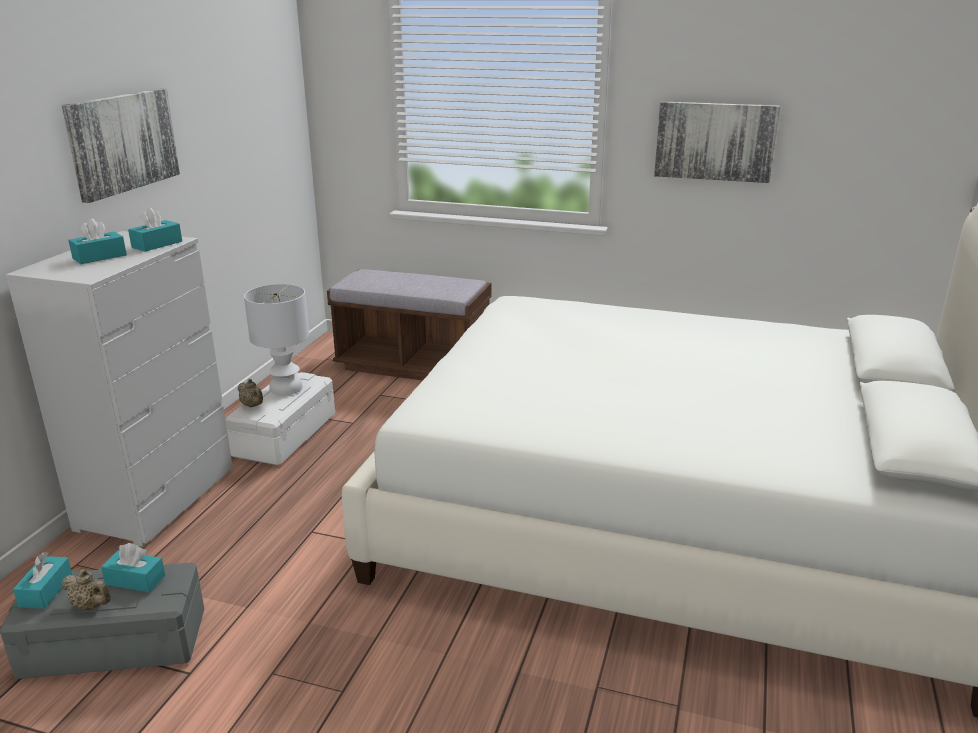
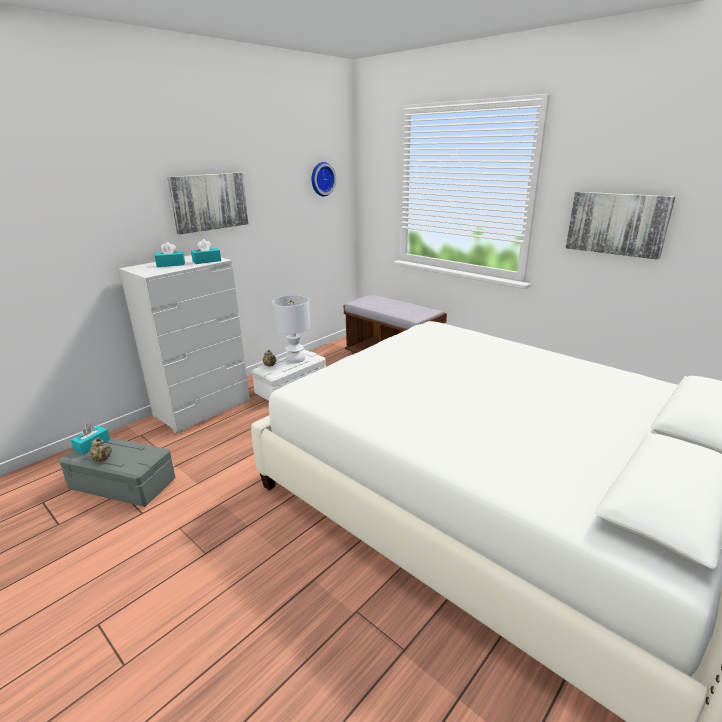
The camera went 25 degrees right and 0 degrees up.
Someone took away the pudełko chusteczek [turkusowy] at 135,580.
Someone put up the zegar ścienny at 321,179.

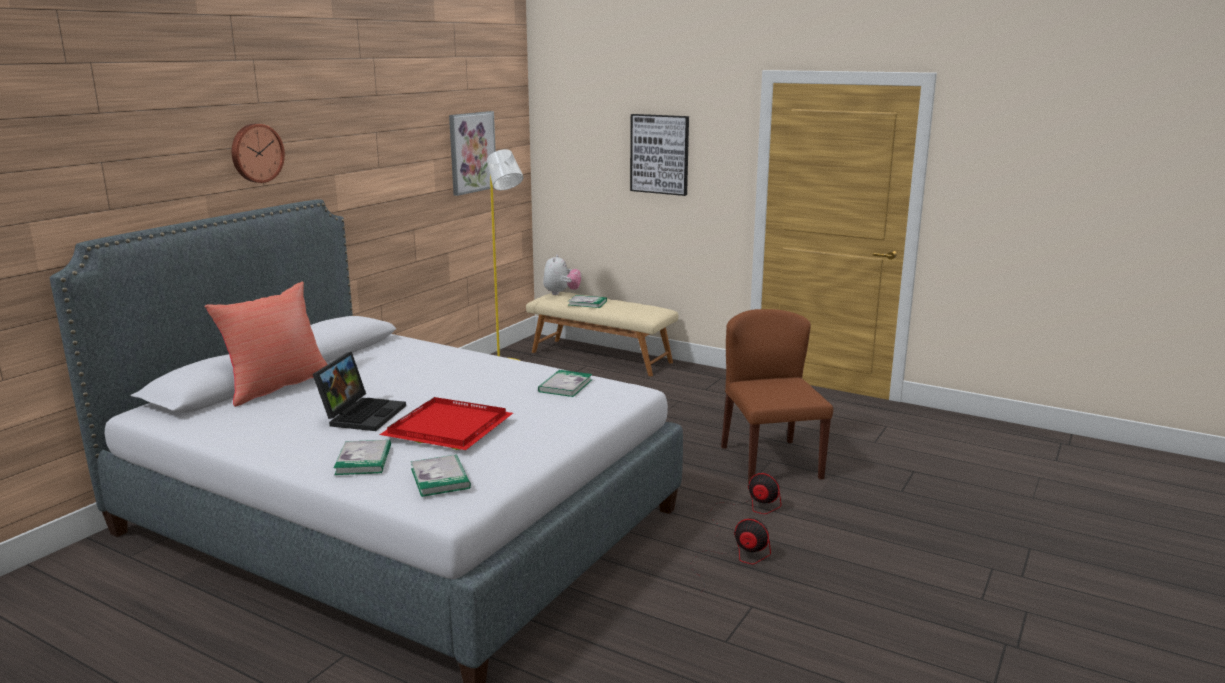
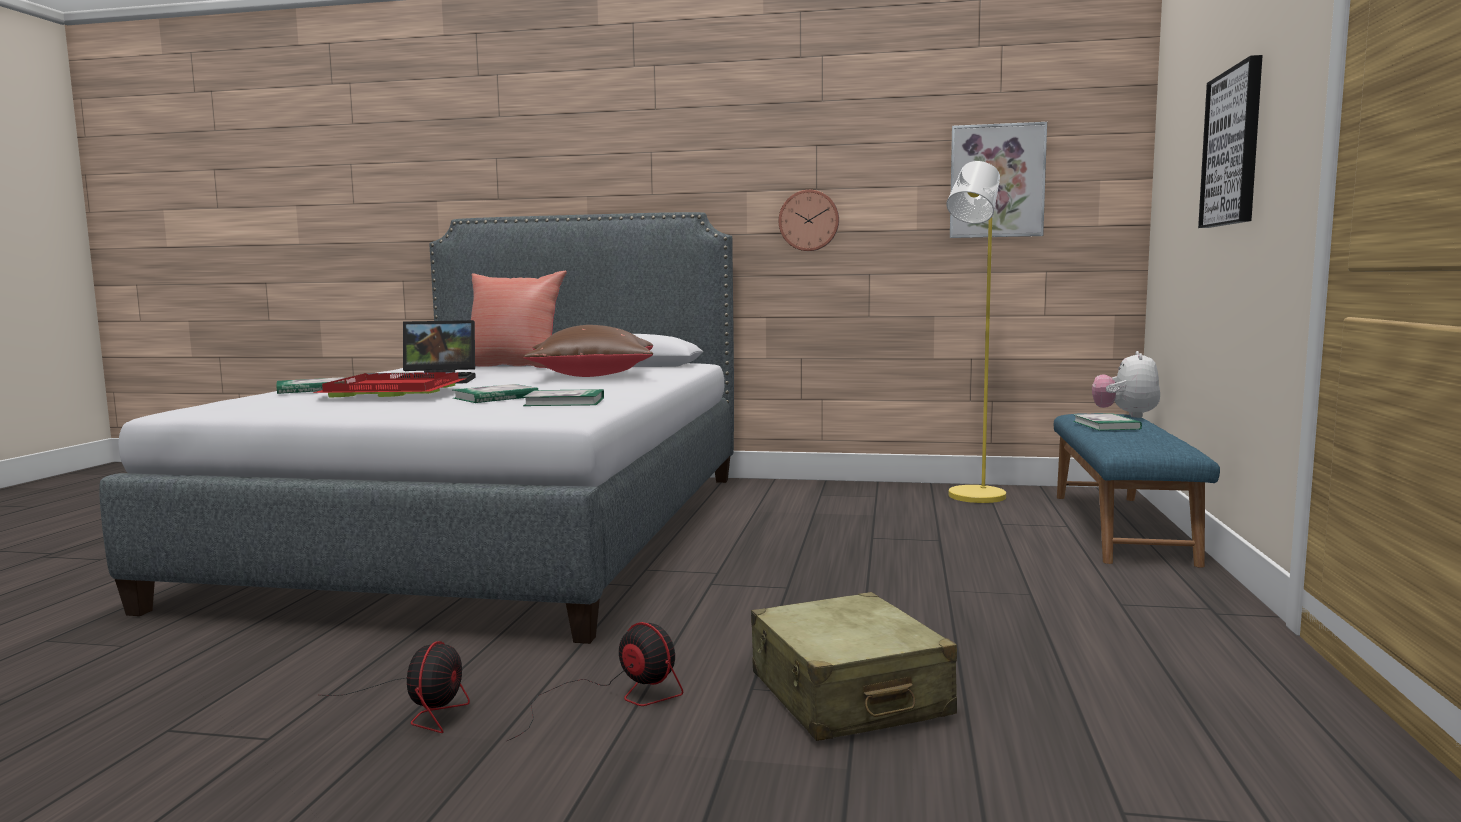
The camera went 70 degrees right and 10 degrees down.
Someone carried the zegar ścienny from 256,153 to 809,220.
Someone carried the książka from 440,478 to 495,397.
Someone repainted the ławka [beżowy] at 601,357, which became the ławka [niebieski] at 1122,527.
Someone rotated the pluszak at 561,293 by 120 degrees clockwise.
Someone rotated the wentylator at 747,511 by 60 degrees counterclockwise.
Someone swapped the krzesło [brązowy] at 770,462 for the walizka [beżowy] at 847,695.
Someone put down the poduszka [brązowy] at 592,376.

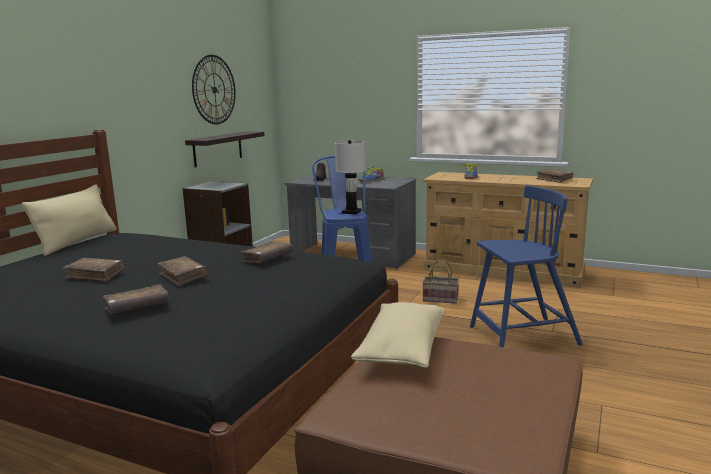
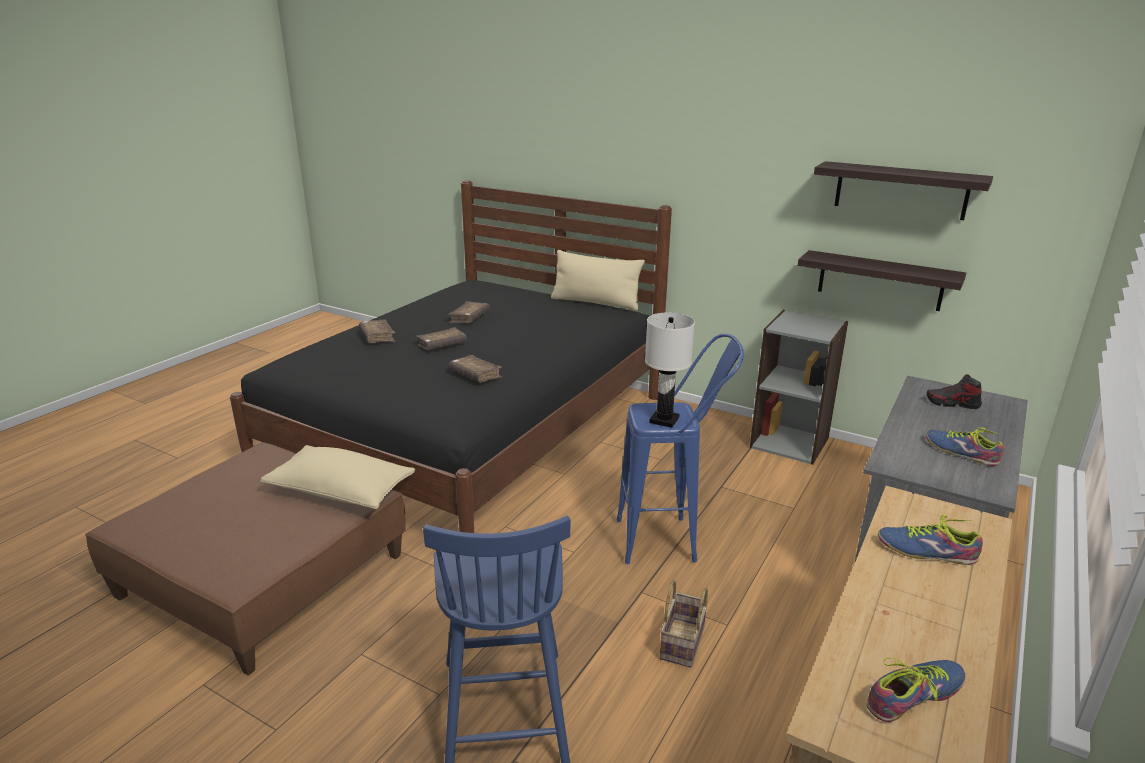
The camera went 95 degrees right and 10 degrees up.
Someone swapped the zegar ścienny at 214,90 for the półka at 901,190.
Someone swapped the książka [brązowy] at 554,180 for the but at 913,695.

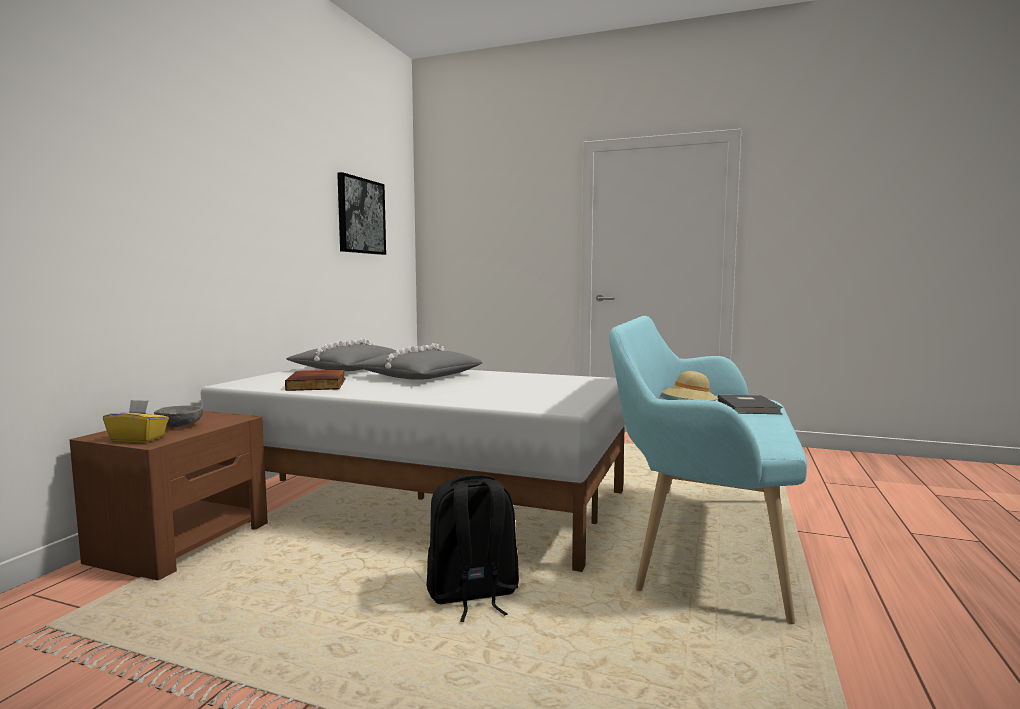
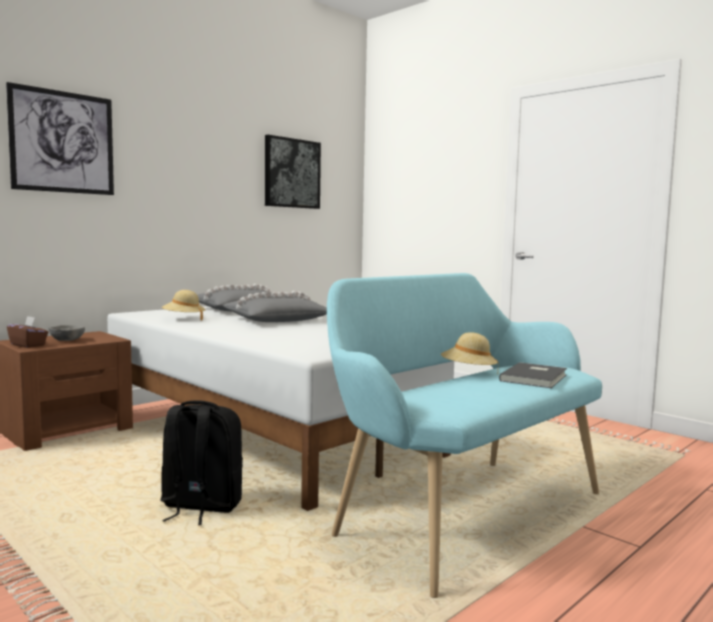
The camera went 25 degrees right and 0 degrees up.
Someone repainted the pudełko chusteczek [żółty] at 138,439, which became the pudełko chusteczek [brązowy] at 28,345.
Someone swapped the książka at 318,384 for the kapelusz [beżowy] at 183,319.
Someone put up the obraz at 63,142.

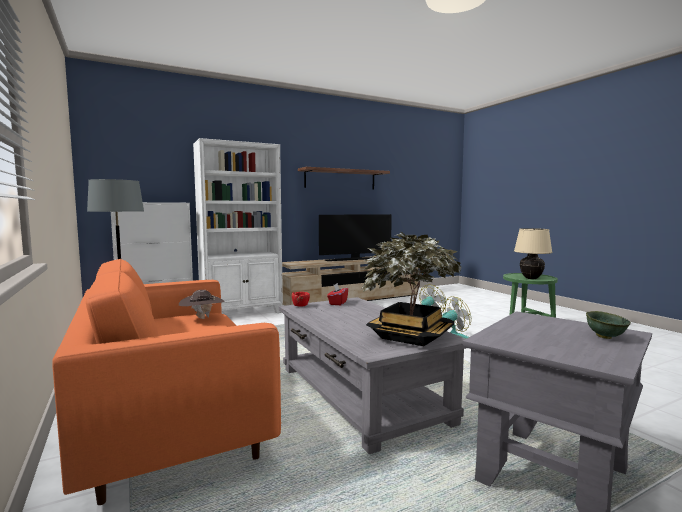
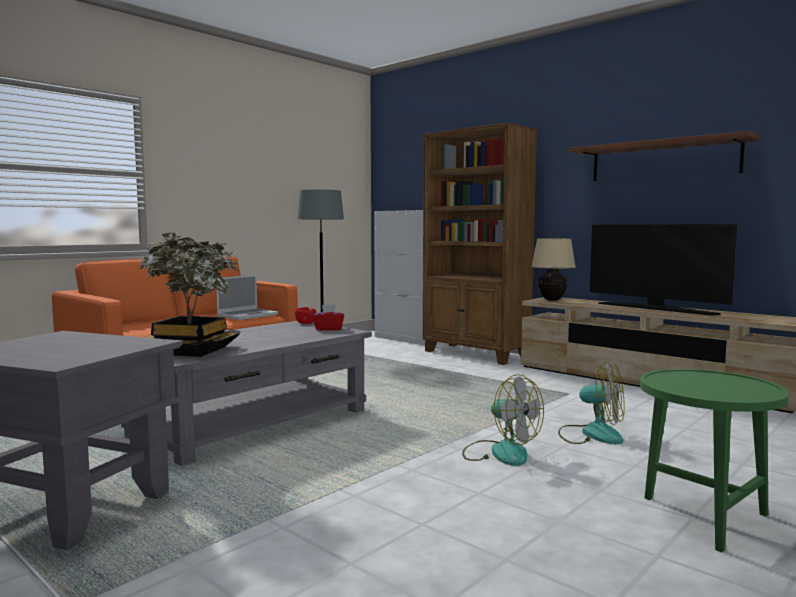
The camera went 70 degrees right and 0 degrees up.
Someone swapped the kapelusz [brązowy] at 202,319 for the laptop at 247,315.
Someone repainted the regał [biały] at 242,313, which became the regał [brązowy] at 476,354.
Someone carried the lampa stołowa [beżowy] from 531,278 to 552,300.
Someone took away the miska [zielony] at 605,337.

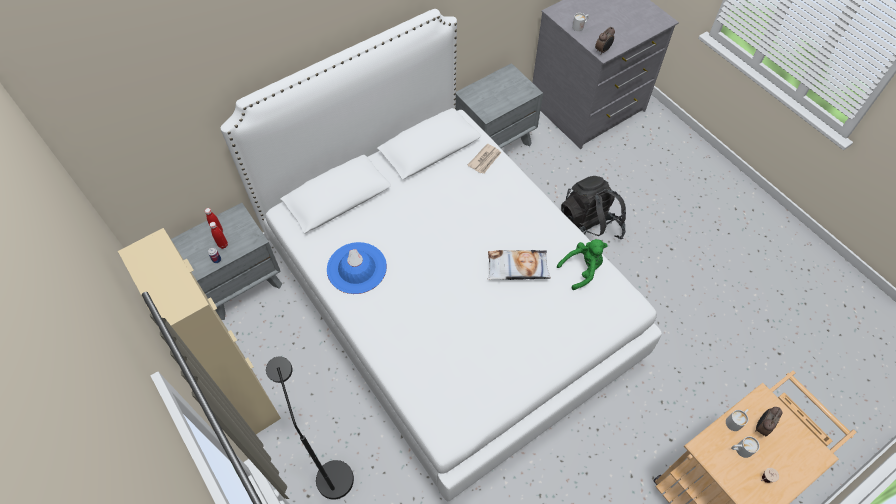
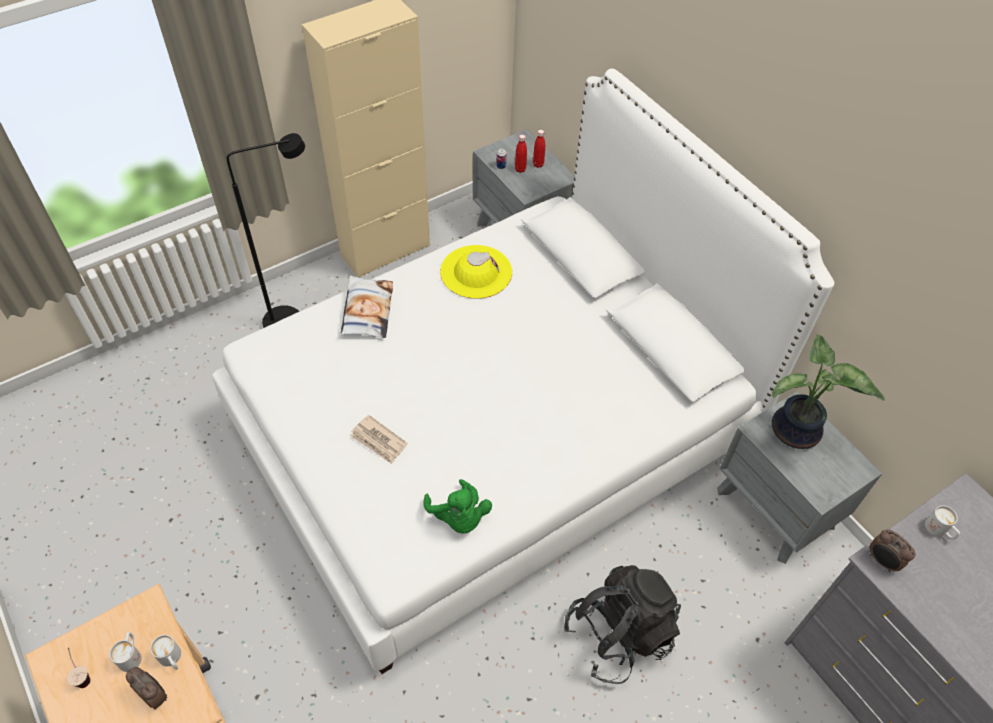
The camera went 90 degrees right and 5 degrees down.
Someone repainted the kapelusz [niebieski] at 356,268, which became the kapelusz [żółty] at 476,272.
Someone carried the gazeta from 485,160 to 379,441.
Someone carried the poduszka from 517,268 to 367,311.
Someone put down the roślina doniczkowa at 795,433.

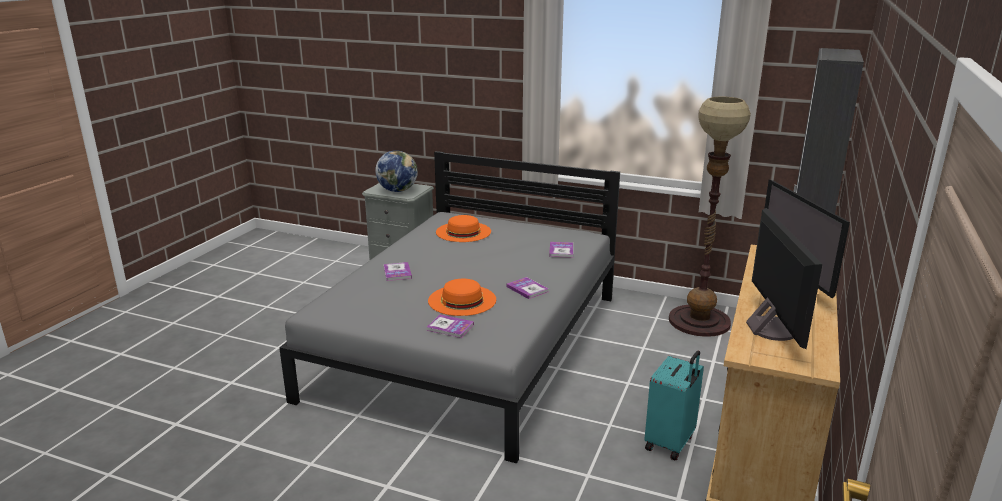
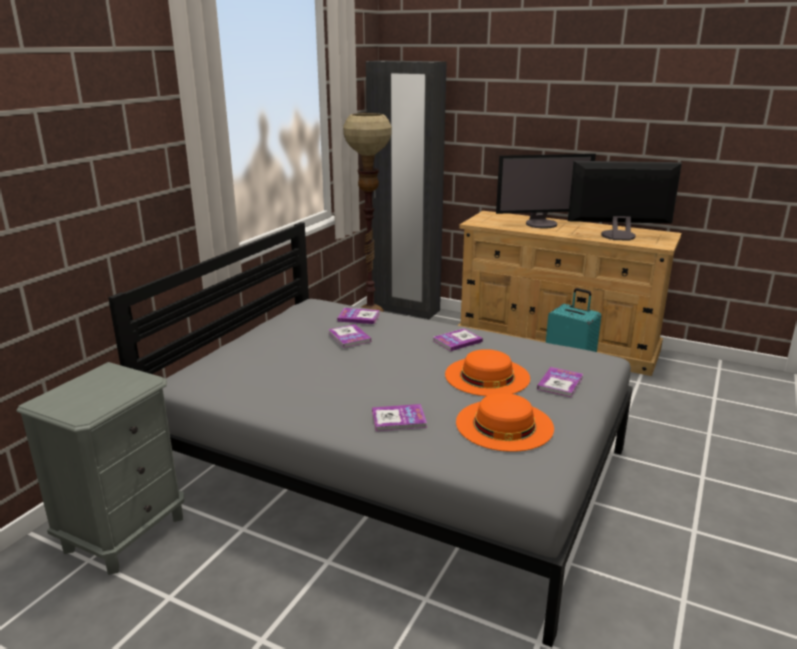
The camera went 85 degrees left and 0 degrees up.
Someone took away the globus at 397,190.
Someone carried the kapelusz [pomarańczowy] from 463,232 to 504,424.
Someone put down the książka at 349,337.

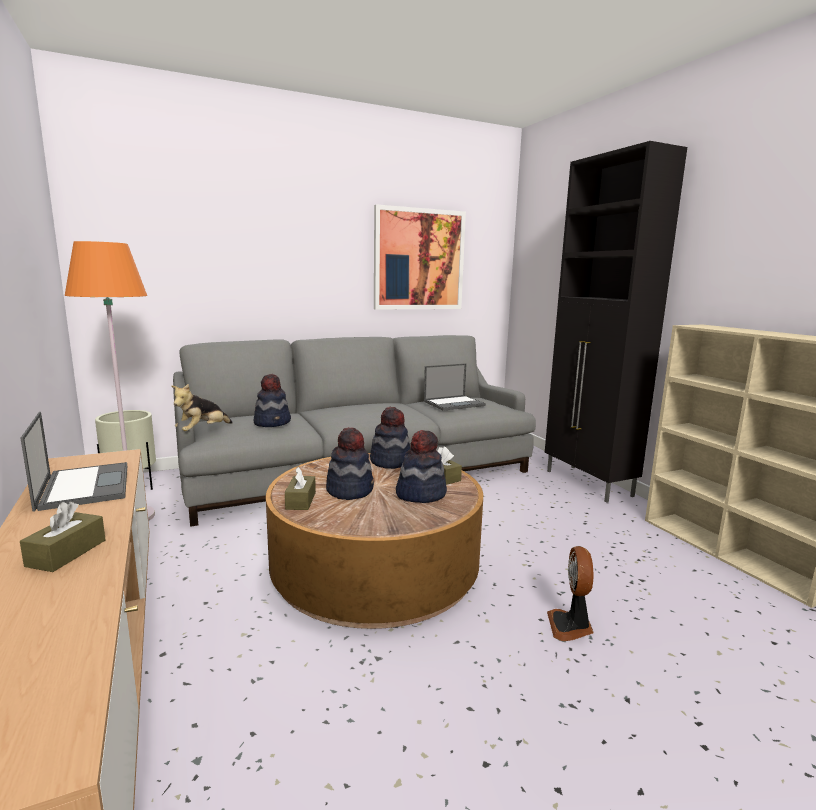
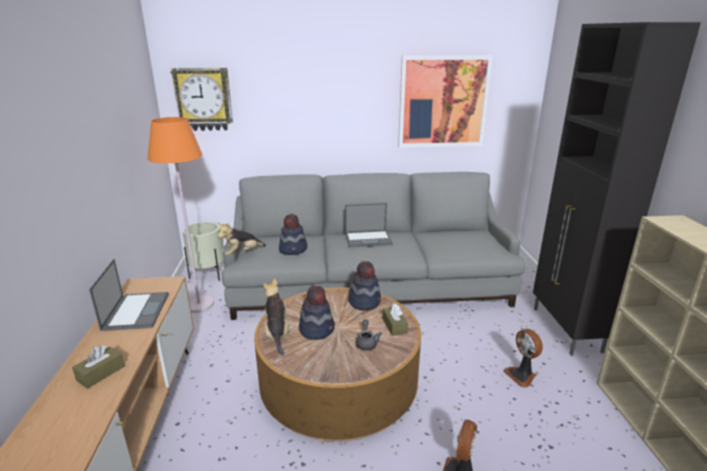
The camera went 20 degrees right and 10 degrees up.
Someone swapped the pudełko chusteczek [brązowy] at 301,501 for the pluszak at 277,334.
Someone swapped the kapelusz at 420,494 for the imbryk [szary] at 366,342.
Someone carried the laptop from 454,403 to 368,239.
Someone put up the zegar ścienny at 203,99.
Someone put down the wentylator at 521,375.

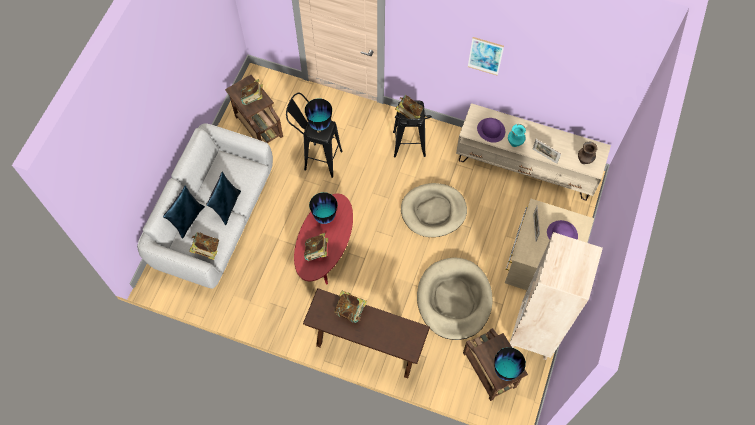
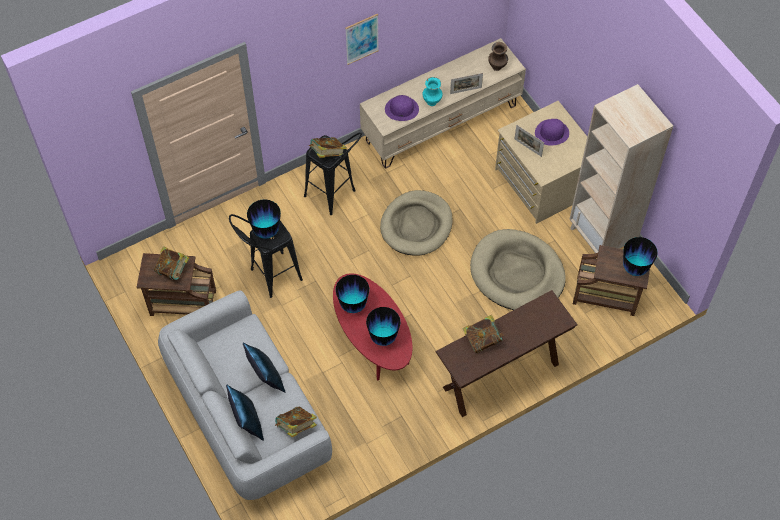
The camera went 50 degrees left and 5 degrees down.
Someone swapped the książka at 317,252 for the wazon at 383,337.

